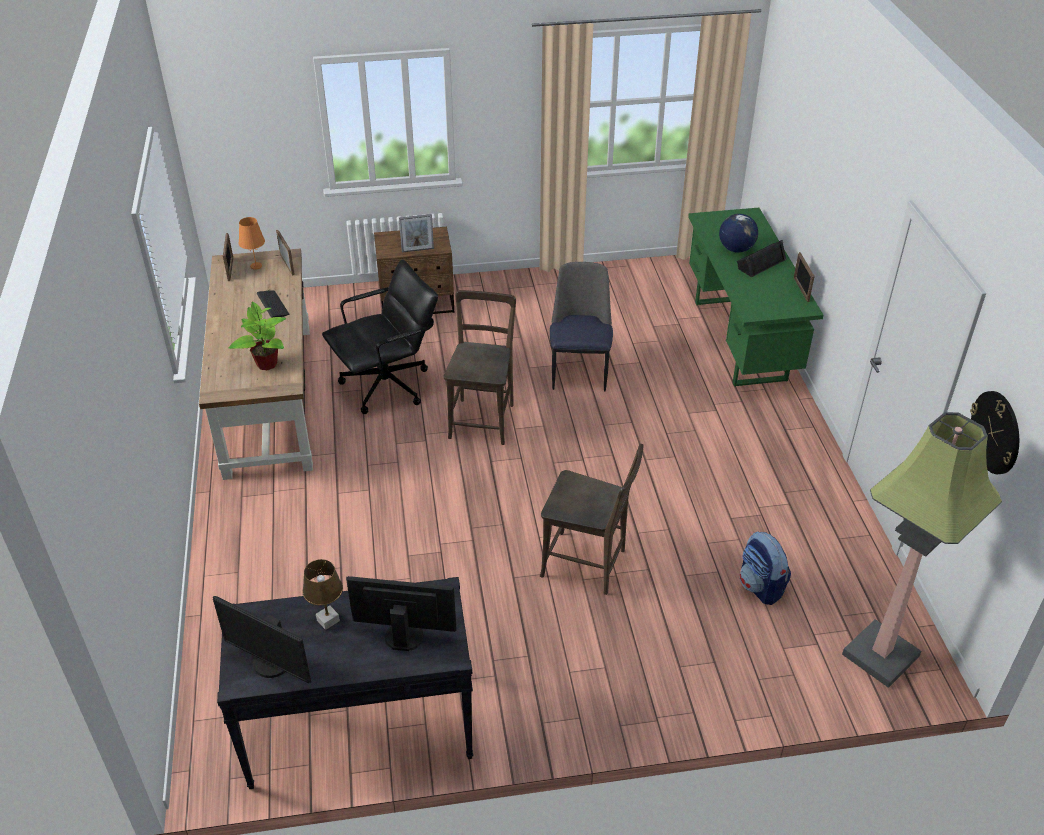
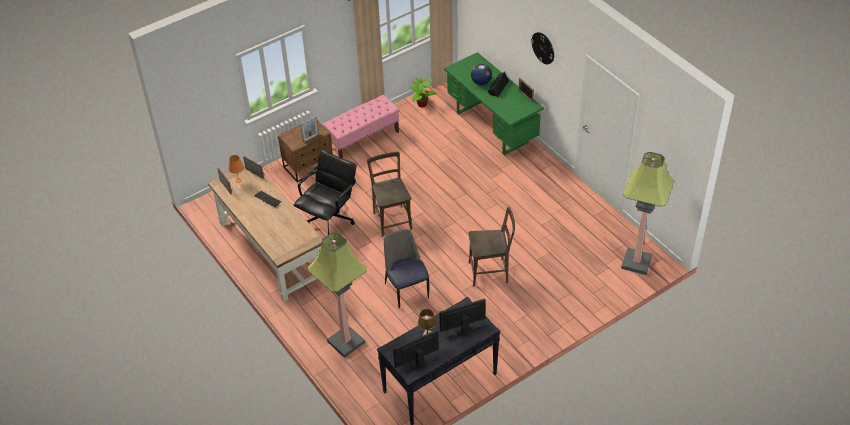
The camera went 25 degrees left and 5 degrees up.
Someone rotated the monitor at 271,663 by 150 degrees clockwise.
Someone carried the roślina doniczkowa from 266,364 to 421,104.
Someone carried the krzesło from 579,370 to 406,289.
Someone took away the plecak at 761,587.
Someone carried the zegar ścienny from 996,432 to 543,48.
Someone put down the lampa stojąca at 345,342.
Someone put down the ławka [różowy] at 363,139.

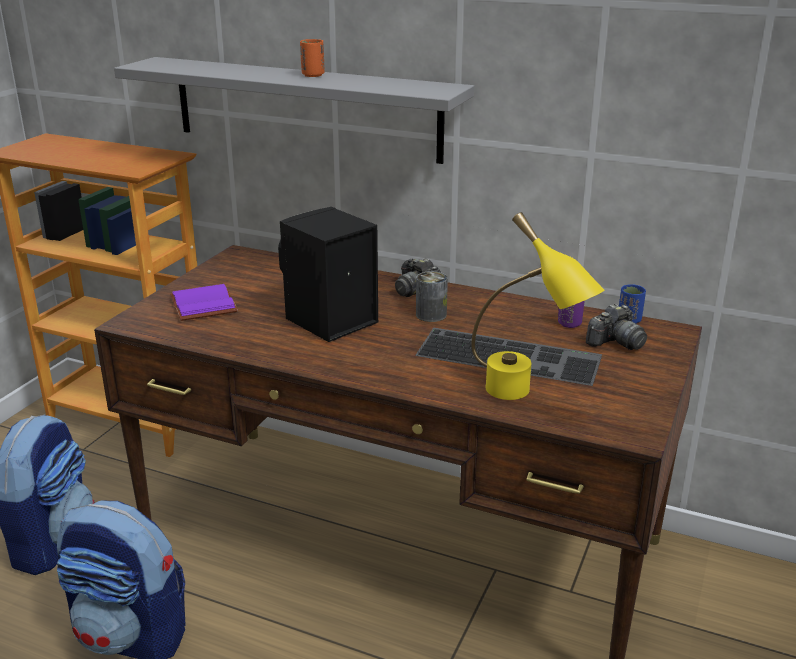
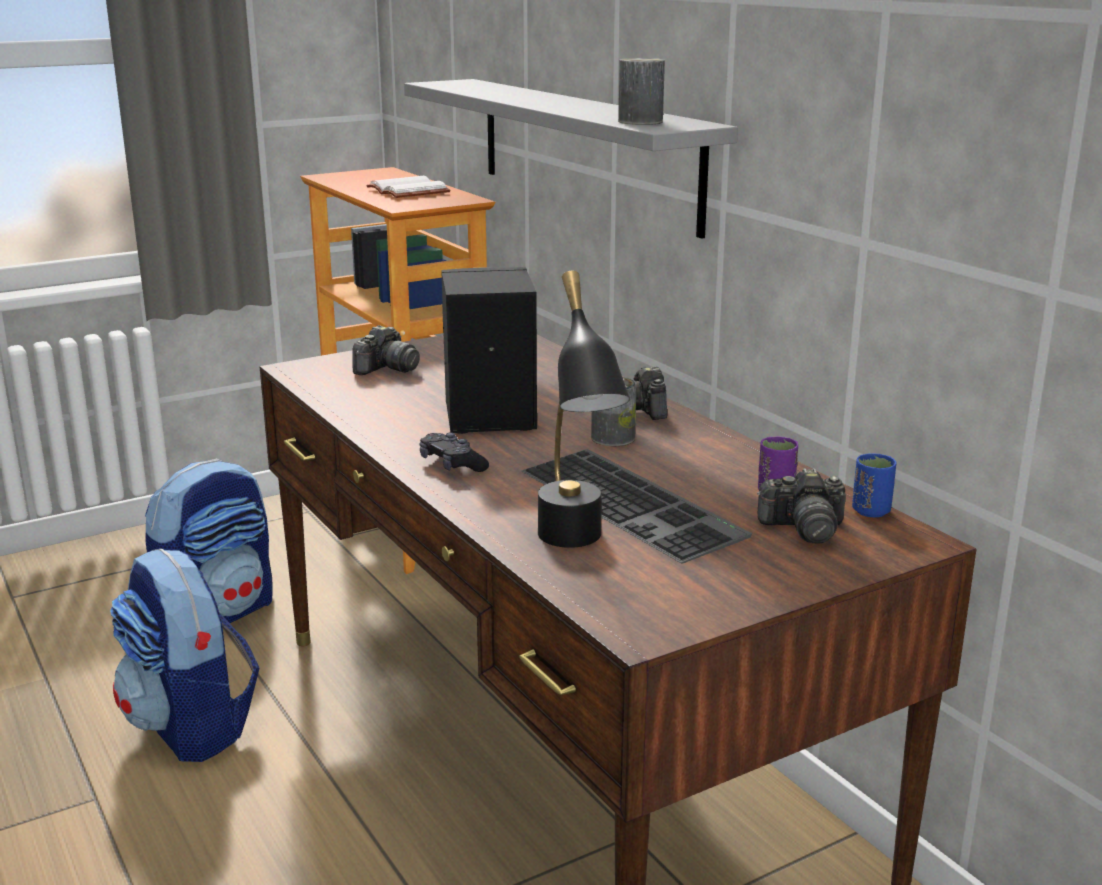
The camera went 35 degrees right and 5 degrees down.
Someone swapped the książka [fioletowy] at 201,305 for the aparat fotograficzny at 387,369.
Someone took away the filiżanka [pomarańczowy] at 313,75.
Someone repainted the lampa stołowa [żółty] at 525,396, which became the lampa stołowa [czarny] at 575,547.
Someone put down the książka [biały] at 405,191.
Someone put down the pad do gier [czarny] at 452,464.
Someone put down the puszka at 640,121.

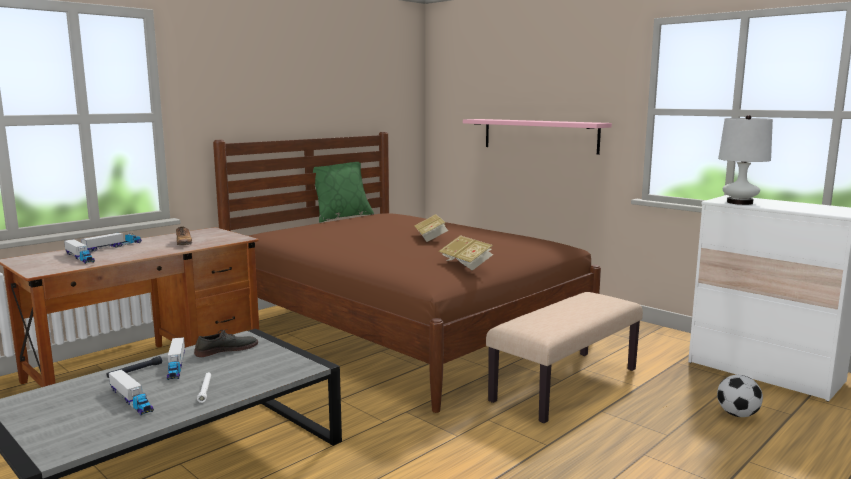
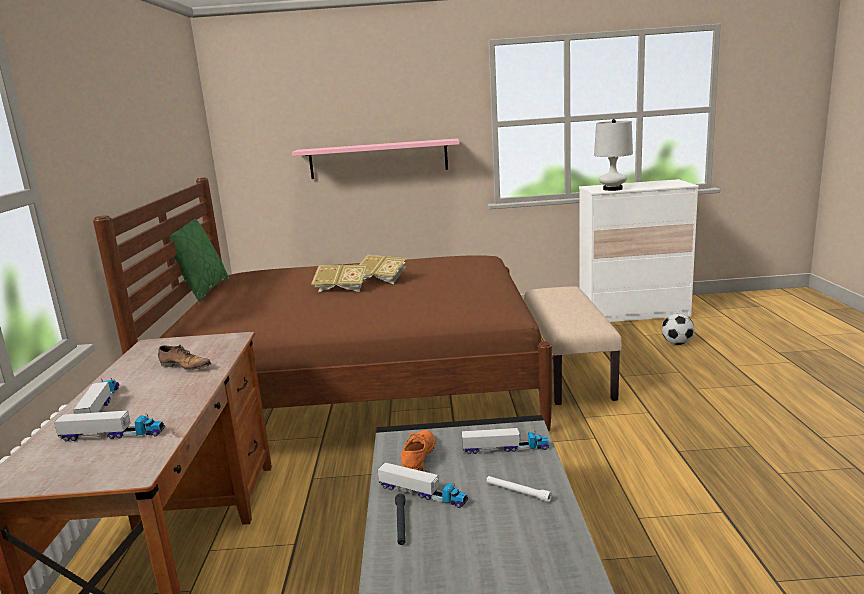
The camera went 45 degrees left and 5 degrees up.
Someone carried the ciężarówka zabawkowa from 131,400 to 505,449.
Someone repainted the but [szary] at 226,349, which became the but [pomarańczowy] at 417,455.
Someone carried the książka from 466,264 to 341,289.

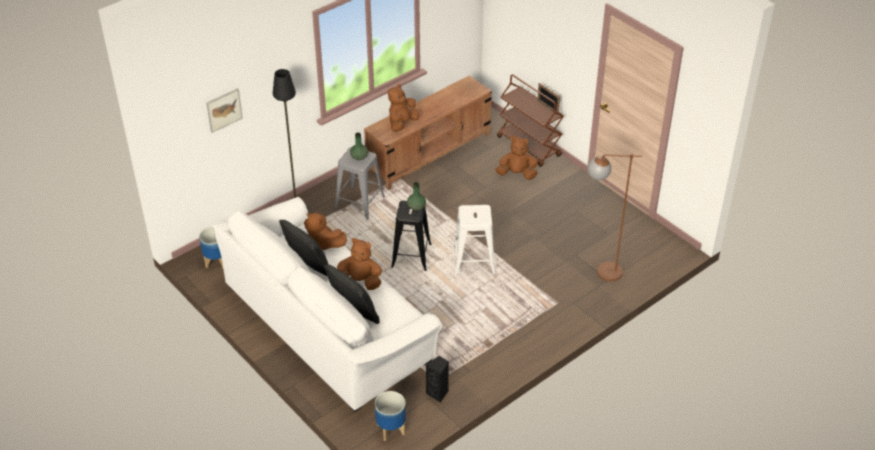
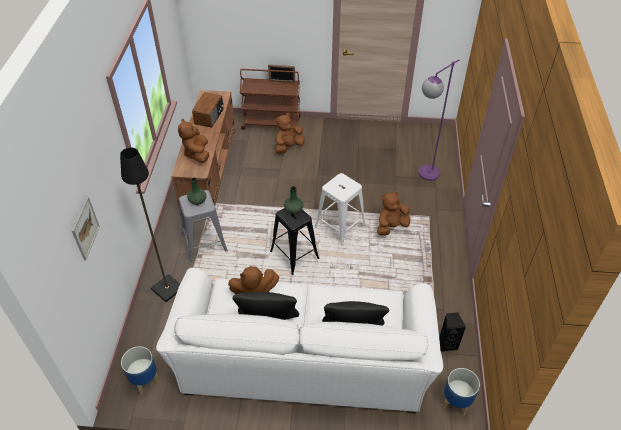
The camera went 45 degrees left and 5 degrees up.
Someone carried the pluszak [brązowy] from 360,281 to 391,226.
Someone repainted the lampa stojąca [brązowy] at 600,272, which became the lampa stojąca [fioletowy] at 423,177.
Someone put down the radio at 209,116.

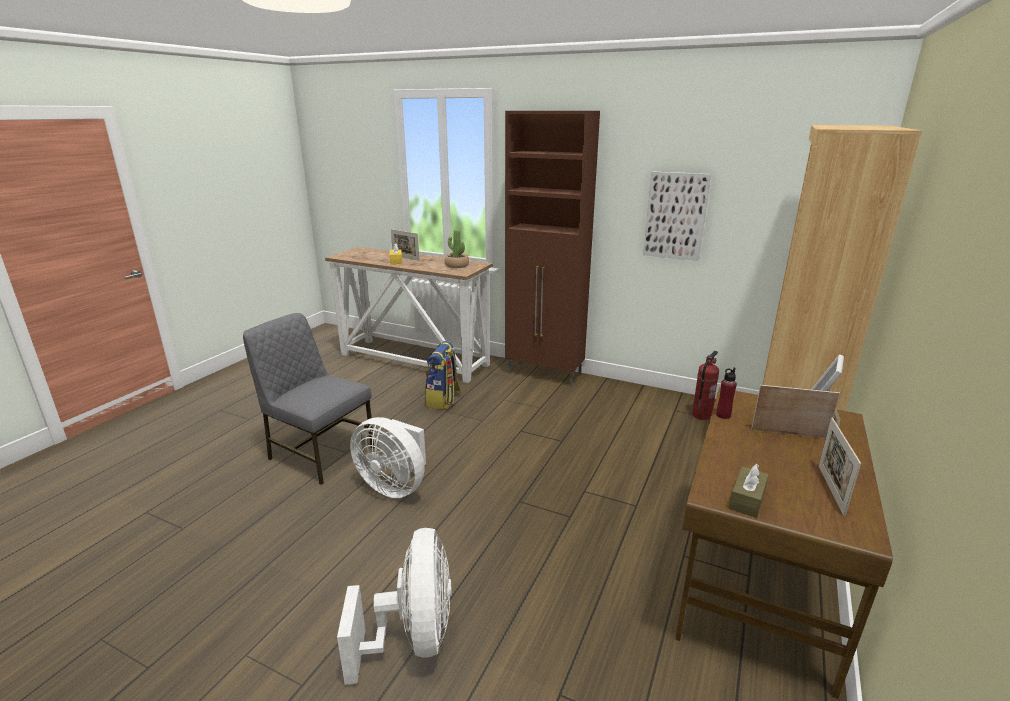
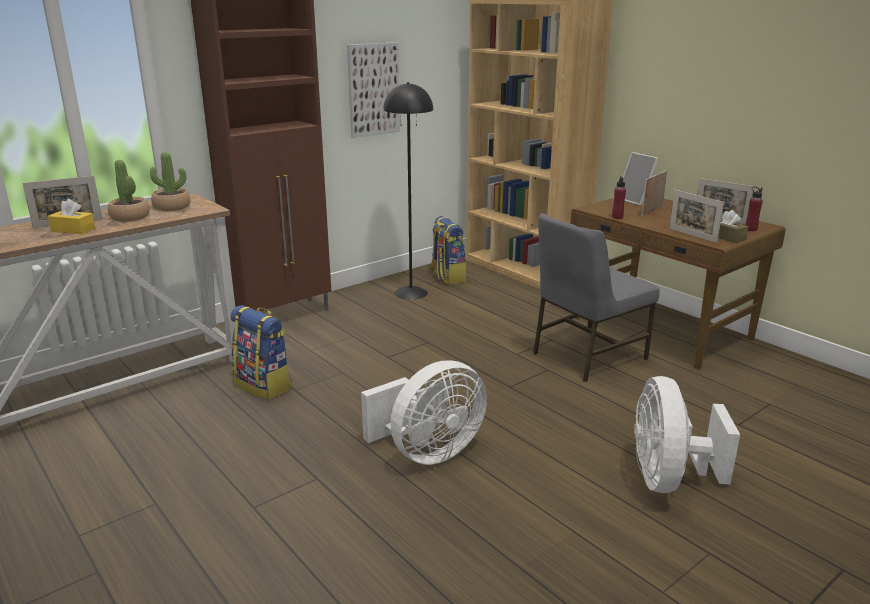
The camera went 65 degrees left and 0 degrees up.
Someone carried the krzesło [szary] from 319,453 to 586,355.
Someone rotated the wentylator [biały] at 413,637 by 105 degrees counterclockwise.
Someone swapped the gaśnica at 701,415 for the plecak at 447,277.
Someone put down the roślina doniczkowa at 130,217.
Someone put down the lampa stojąca [czarny] at 411,293.
Someone put down the ramka na zdjęcie at 692,235.
Someone put down the butelka [czerwony] at 750,229.

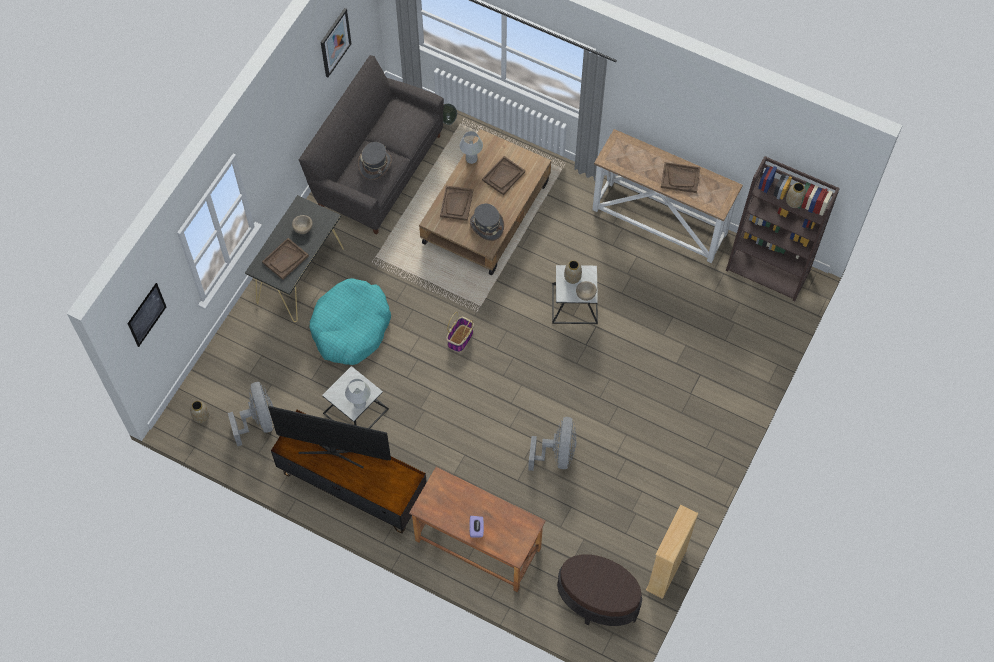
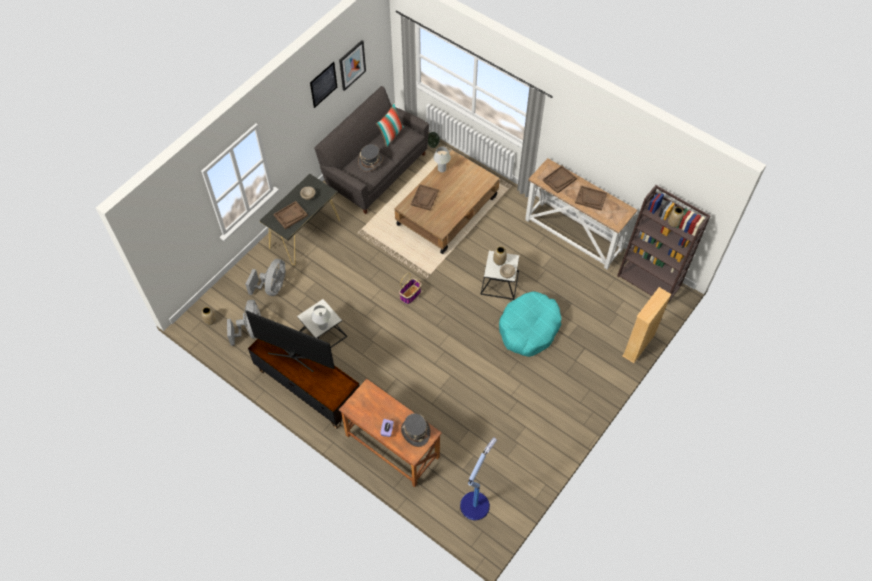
The camera went 10 degrees right and 5 degrees down.
Someone carried the obraz from 146,314 to 323,84.
Someone carried the legowisko [turkusowy] from 351,327 to 529,328.
Someone carried the kapelusz [szary] from 486,226 to 415,432.
Someone carried the taca [brązowy] from 503,176 to 559,180.
Someone carried the wentylator [szary] from 557,454 to 272,287.
Someone swapped the stolik [brązowy] at 597,601 for the lampa stojąca at 475,504.
Someone carried the regał [beżowy] from 666,570 to 638,345.
Someone put down the poduszka at 391,135.

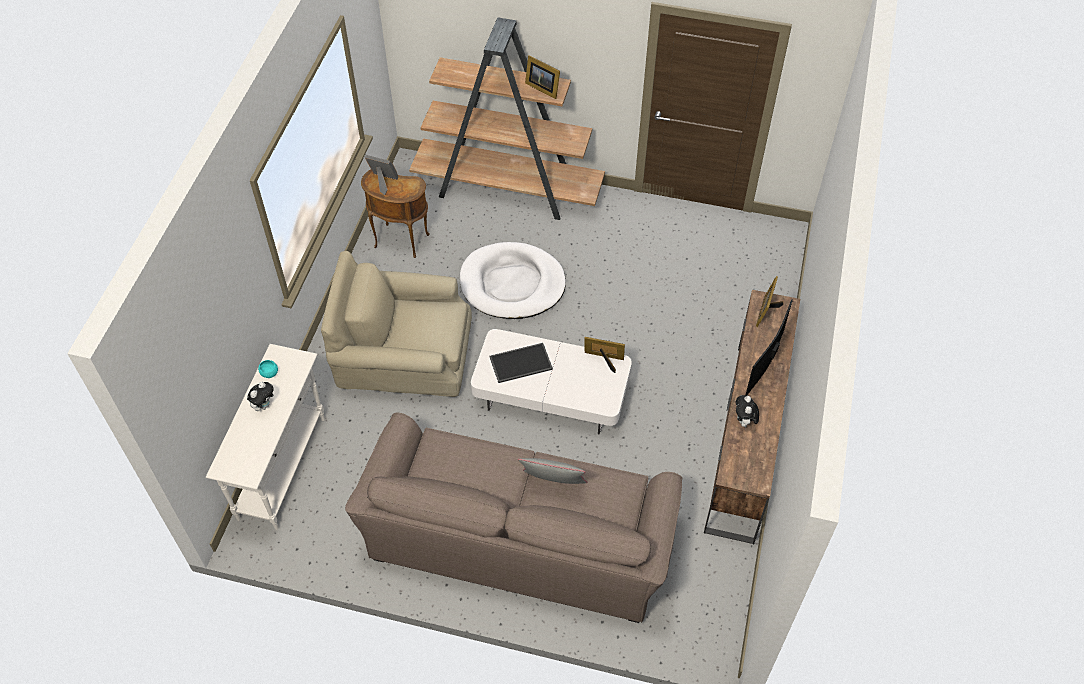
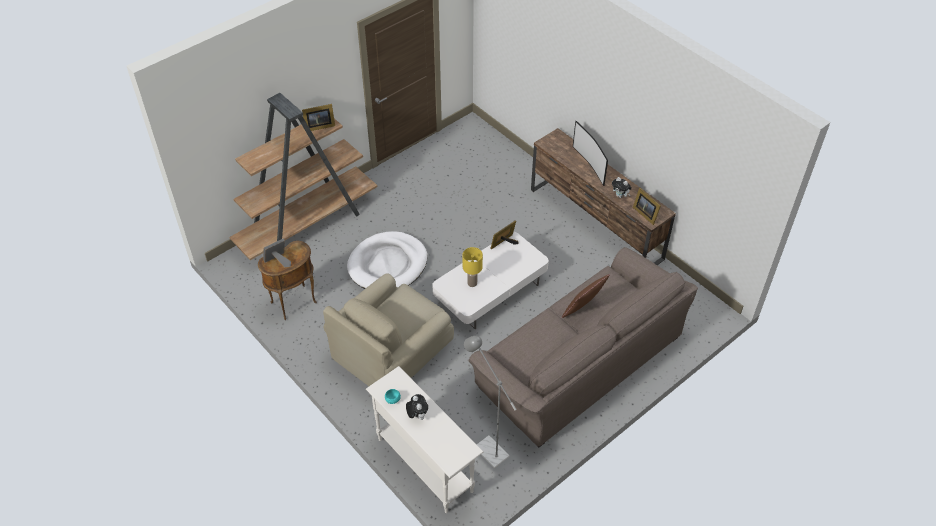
The camera went 55 degrees left and 5 degrees down.
Someone swapped the taca at 520,364 for the lampa stołowa [żółty] at 472,283.
Someone repainted the poduszka [szary] at 553,486, which became the poduszka [brązowy] at 583,310.
Someone carried the ramka na zdjęcie from 766,311 to 645,213.
Someone put down the lampa stojąca [szary] at 486,448.

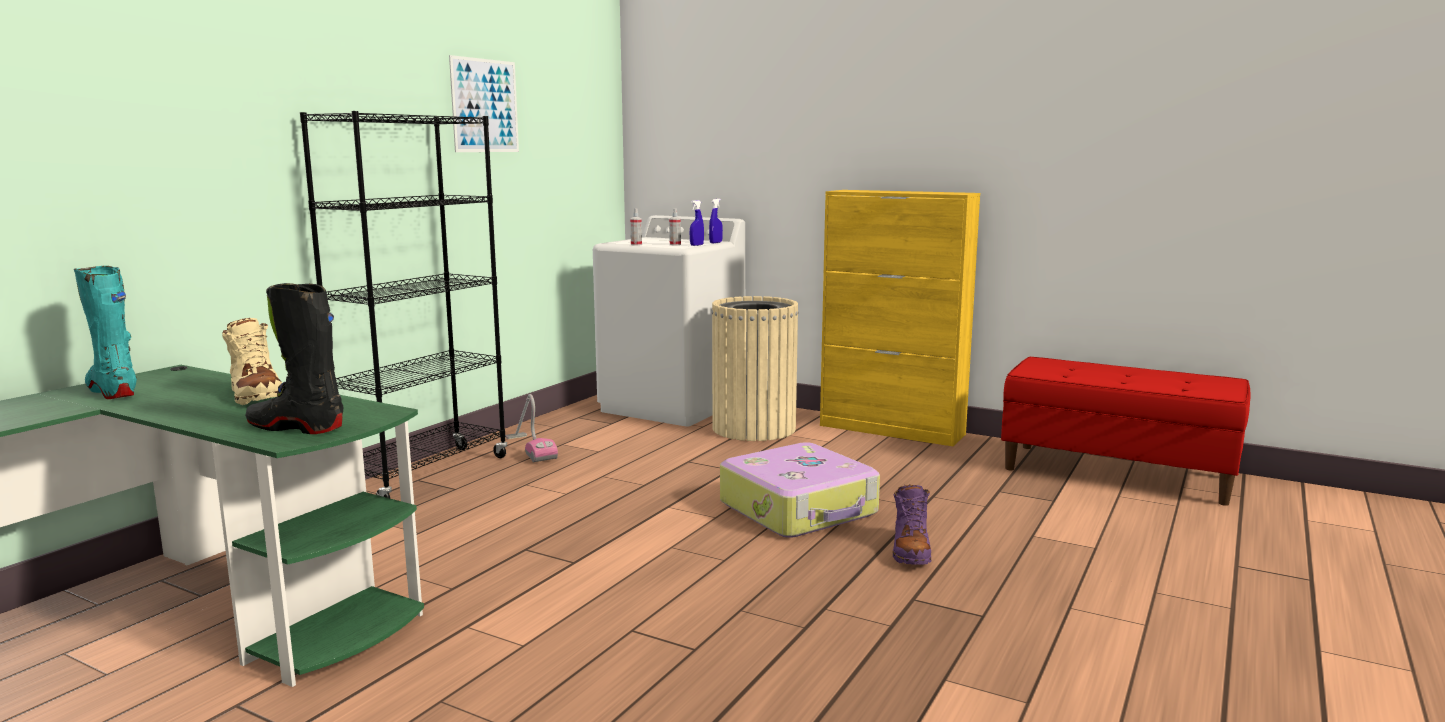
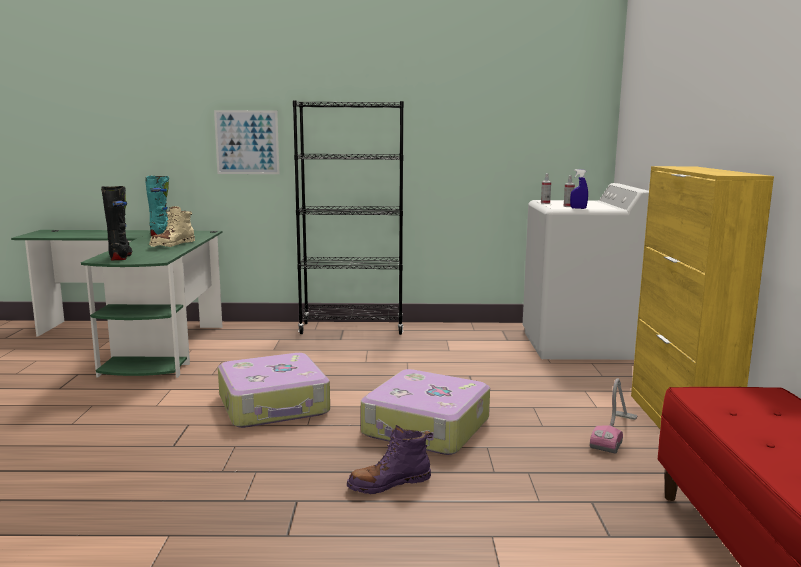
The camera went 60 degrees right and 0 degrees up.
Someone carried the obraz from 485,105 to 247,142.
Someone carried the odkurzacz from 530,448 to 615,433.
Someone took away the spryskiwacz [niebieski] at 715,242.
Someone took away the kosz na śmieci [beżowy] at 754,428.
Someone put down the walizka at 274,405.

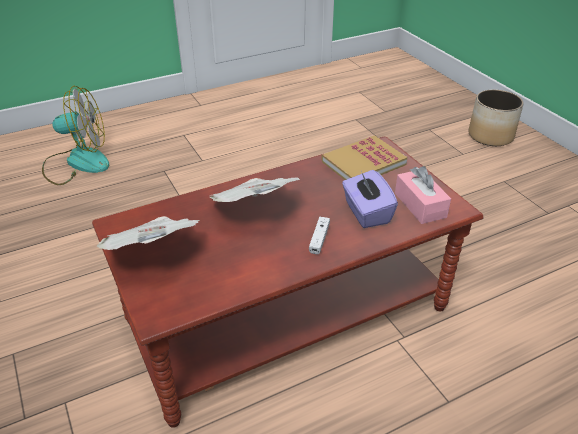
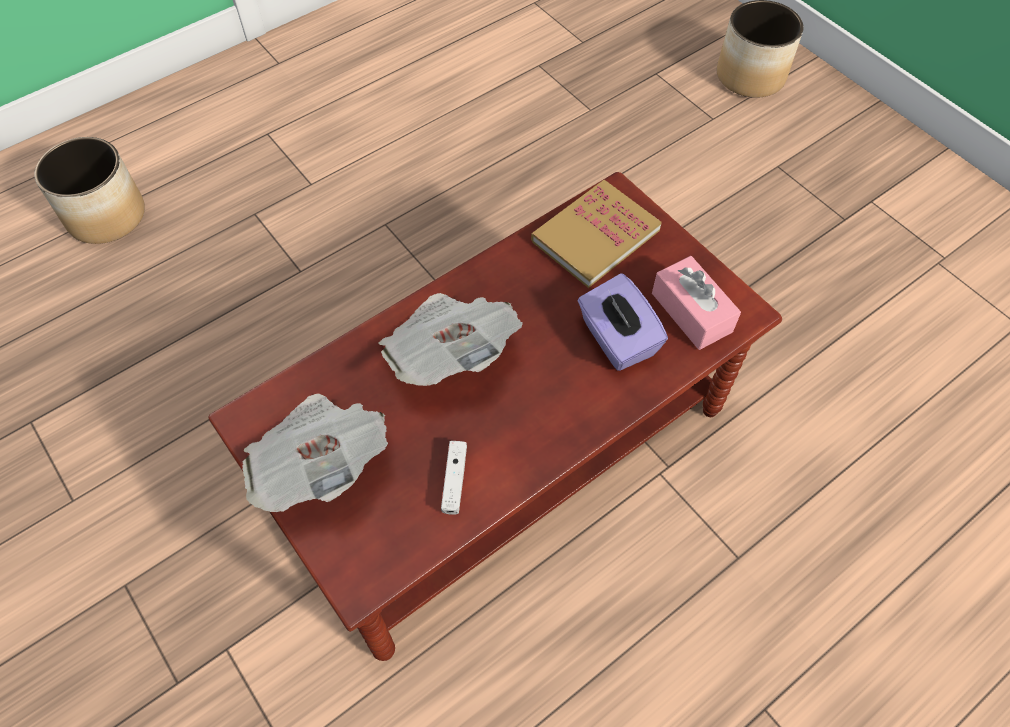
The camera went 10 degrees left and 20 degrees up.
Someone swapped the wentylator at 77,163 for the donica at 106,216.
Someone carried the pad do gier [biały] from 319,239 to 454,480.

